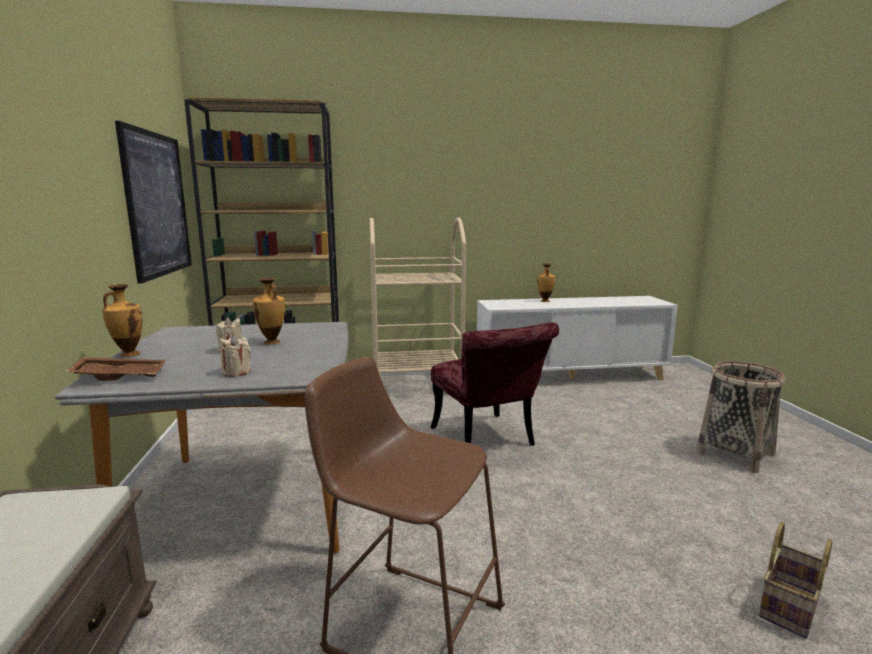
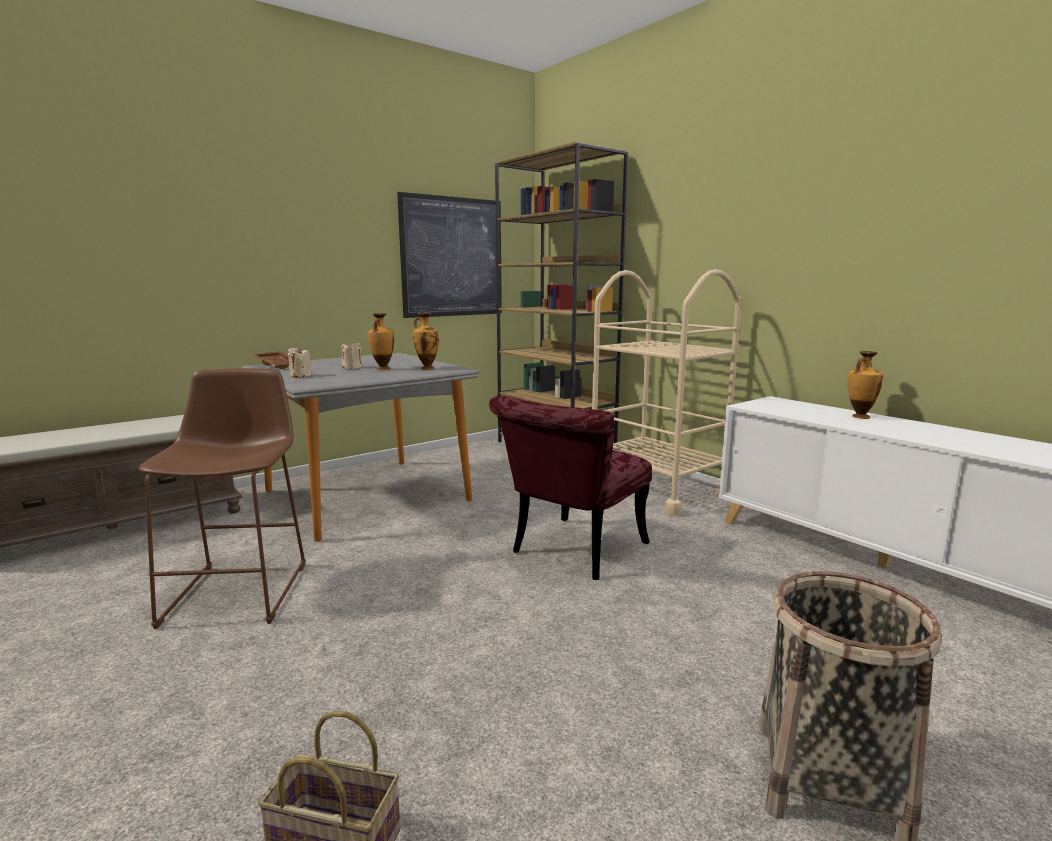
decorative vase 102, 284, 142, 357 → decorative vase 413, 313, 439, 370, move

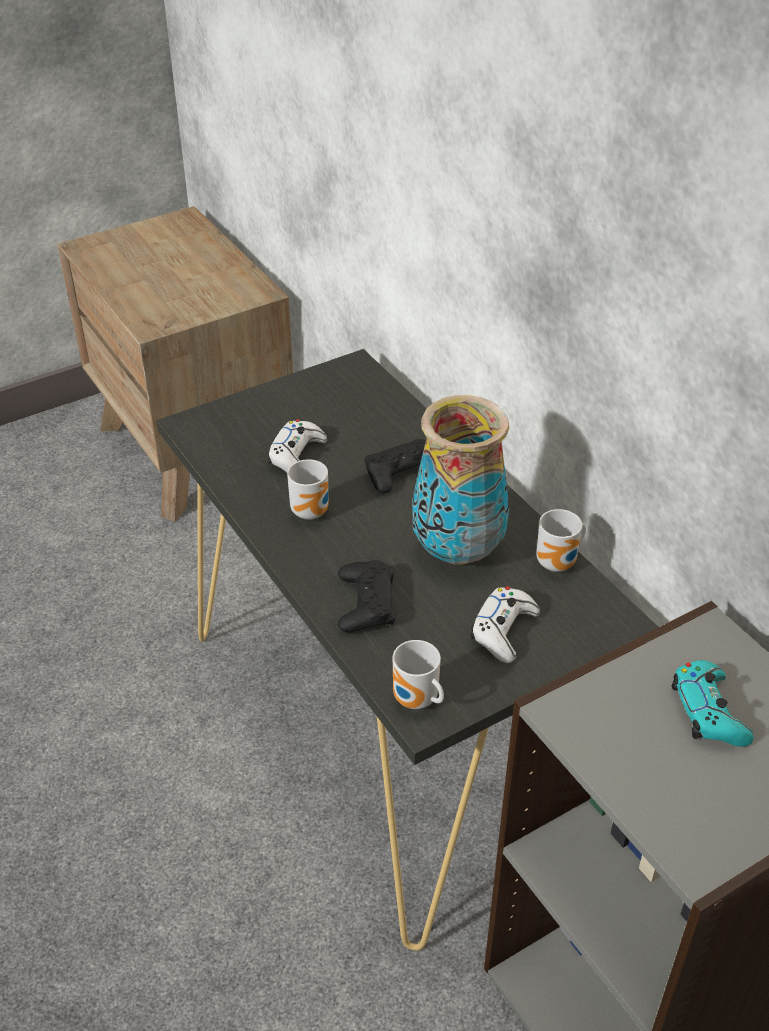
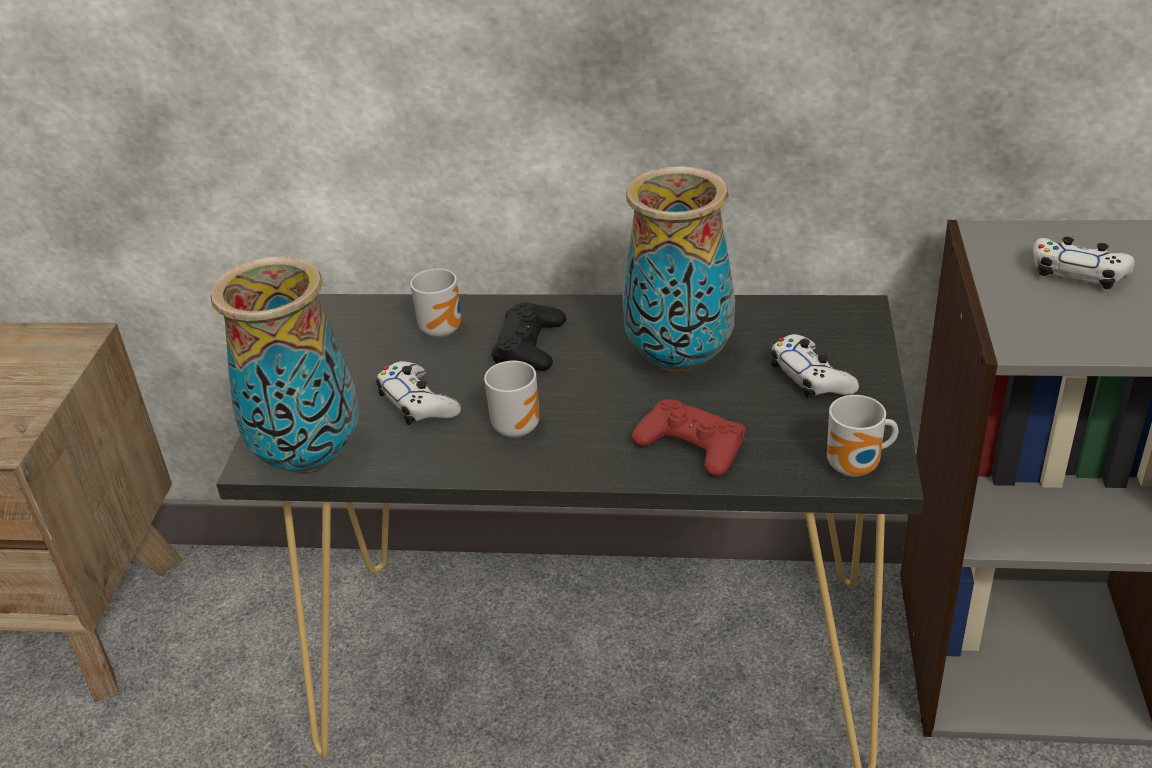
- → decorative vase 211, 256, 359, 474
tea mug 536, 509, 586, 572 → tea mug 410, 269, 461, 338, move
gamepad/black 338, 560, 396, 632 → gamepad/red-coloured 631, 399, 746, 476
gamepad/blue-green 671, 660, 753, 747 → gamepad/white 1033, 236, 1135, 289

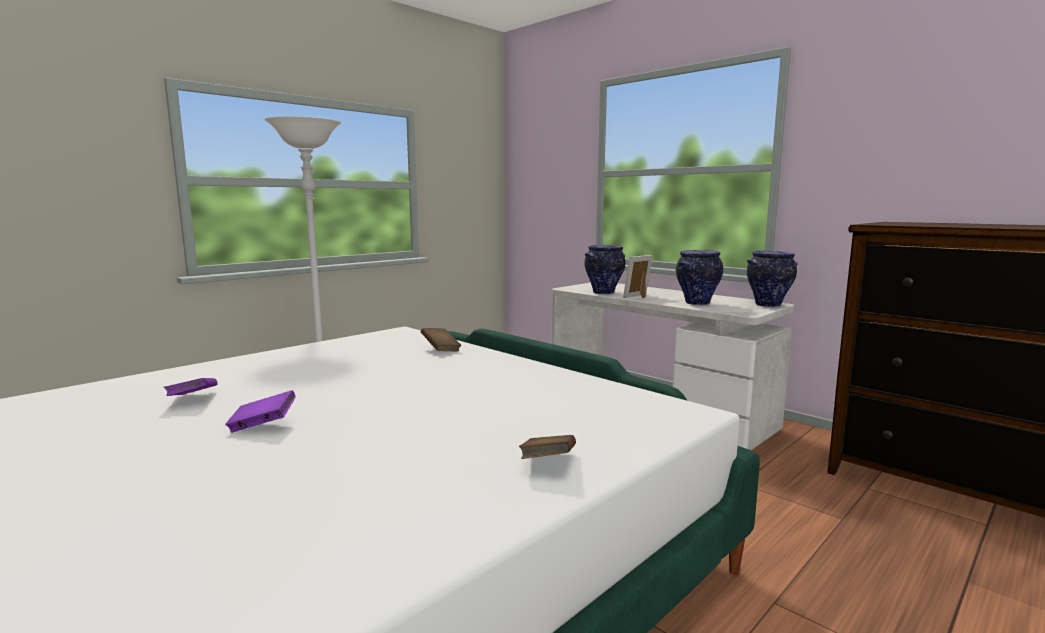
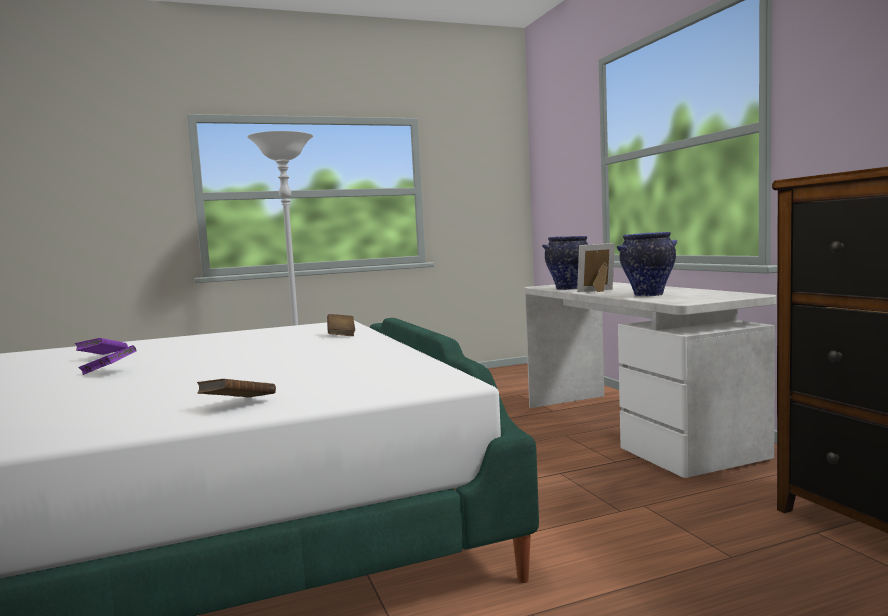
decorative vase 747, 251, 798, 307 → -

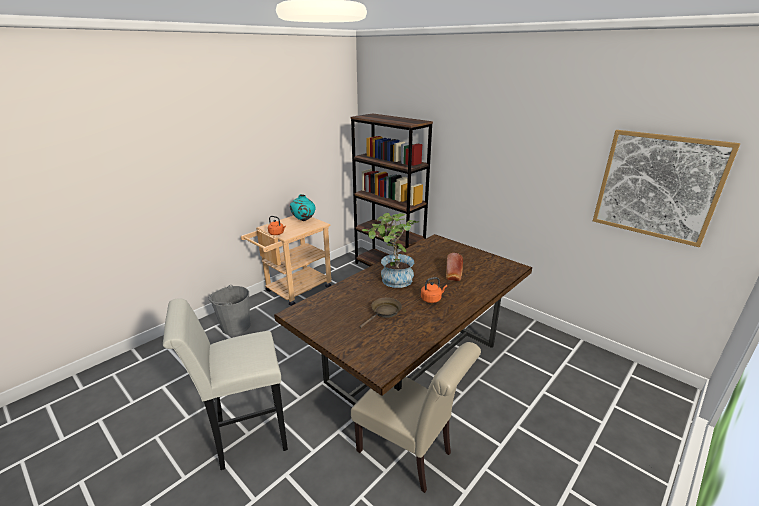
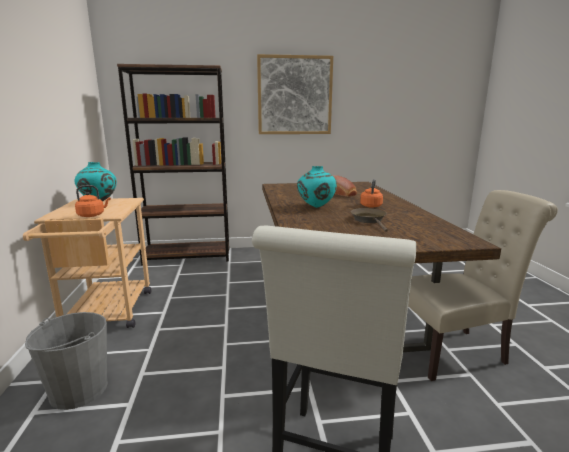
picture 593, 130, 741, 247 → picture 257, 54, 333, 134, move
houseplant 362, 213, 419, 288 → decorative vase/blue-green 297, 166, 337, 208

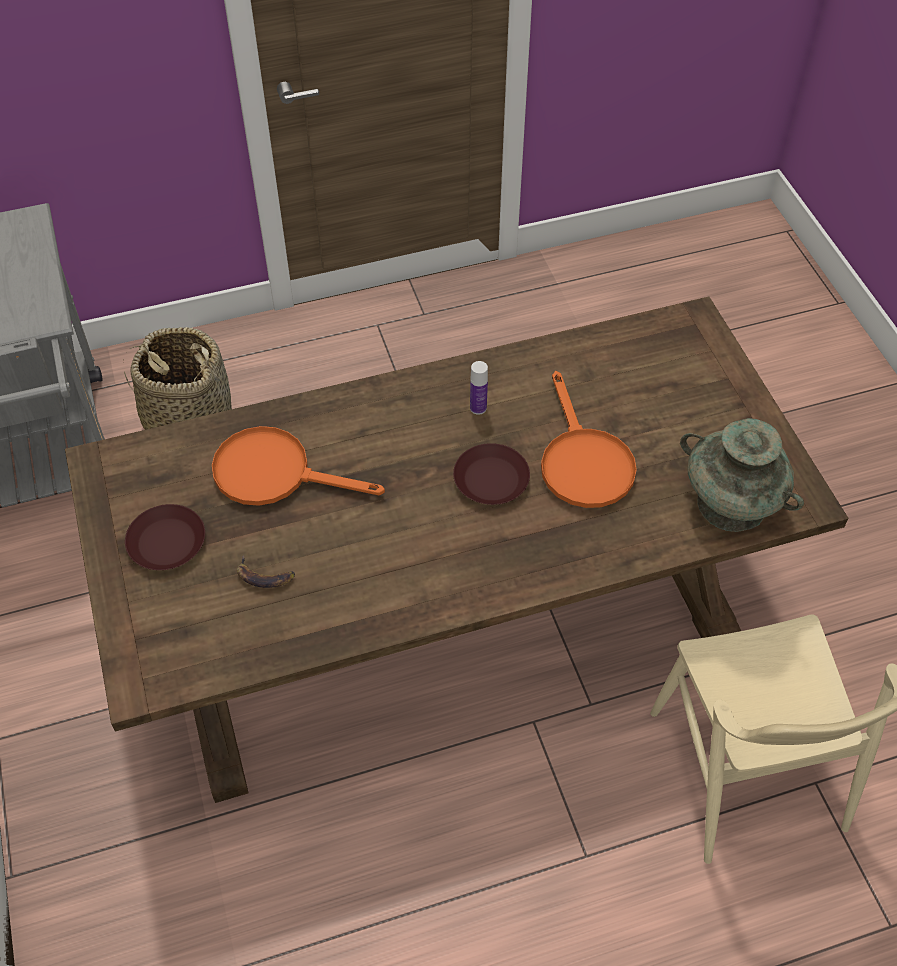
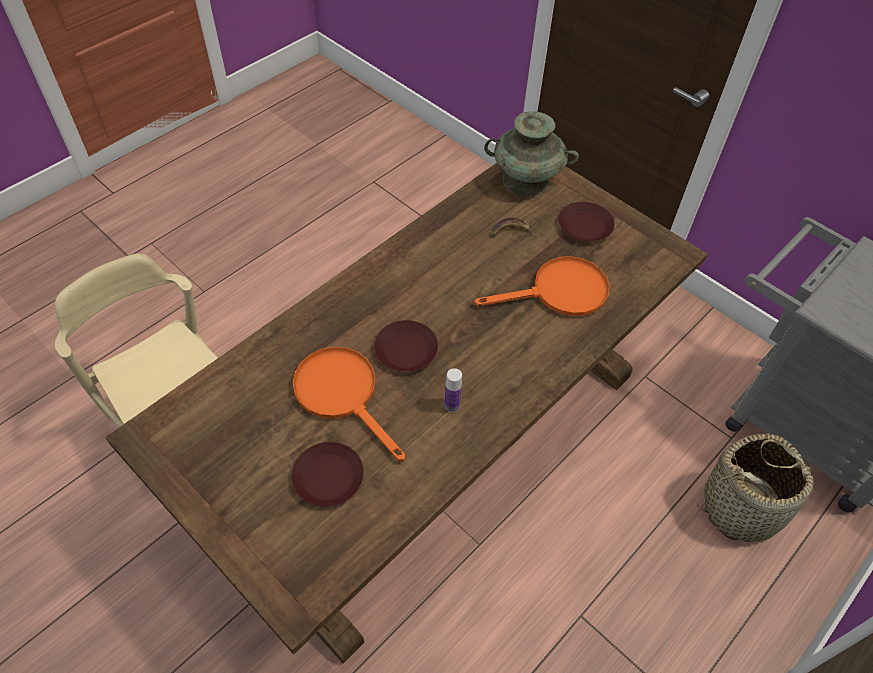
- → dinner plate/brown-coloured 292, 442, 364, 507
decorative vase/blue-green 680, 418, 804, 532 → decorative vase/blue-green 484, 111, 579, 197, move

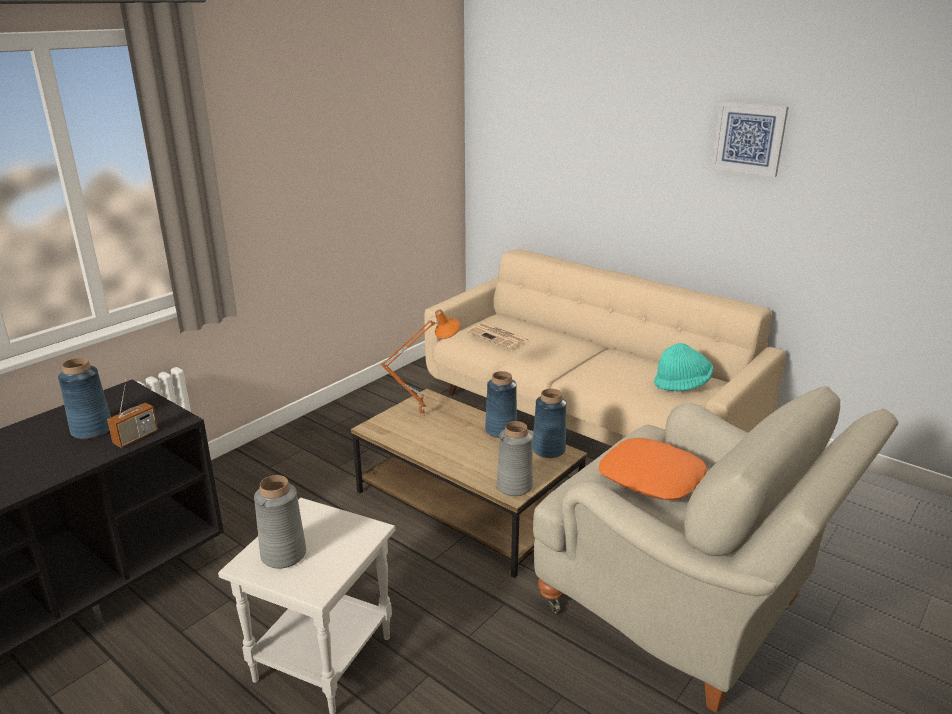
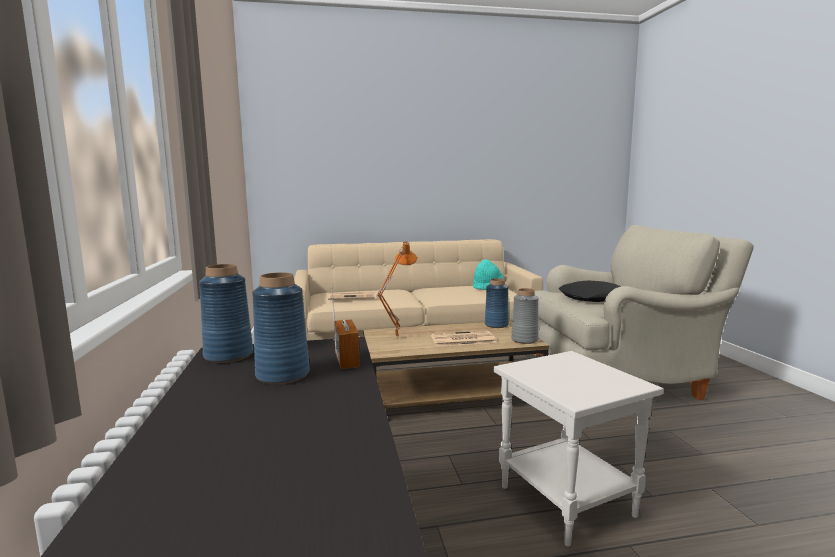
decorative vase/grey 254, 475, 306, 569 → -
picture 711, 101, 789, 177 → -
- → newspaper 431, 331, 496, 346
decorative vase/blue-coloured 485, 371, 517, 438 → decorative vase/blue-coloured 199, 264, 253, 363, move
pillow/orangey 599, 438, 707, 501 → pillow/black 559, 280, 621, 302

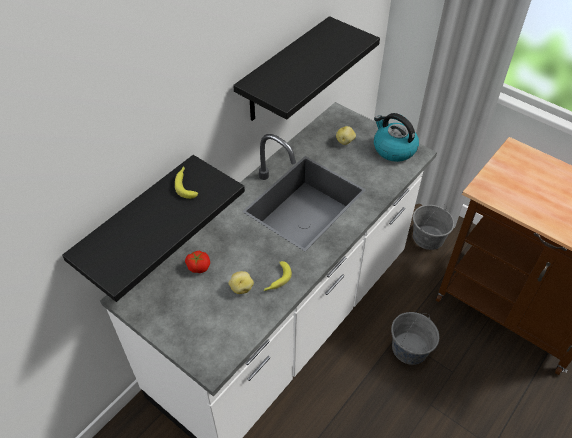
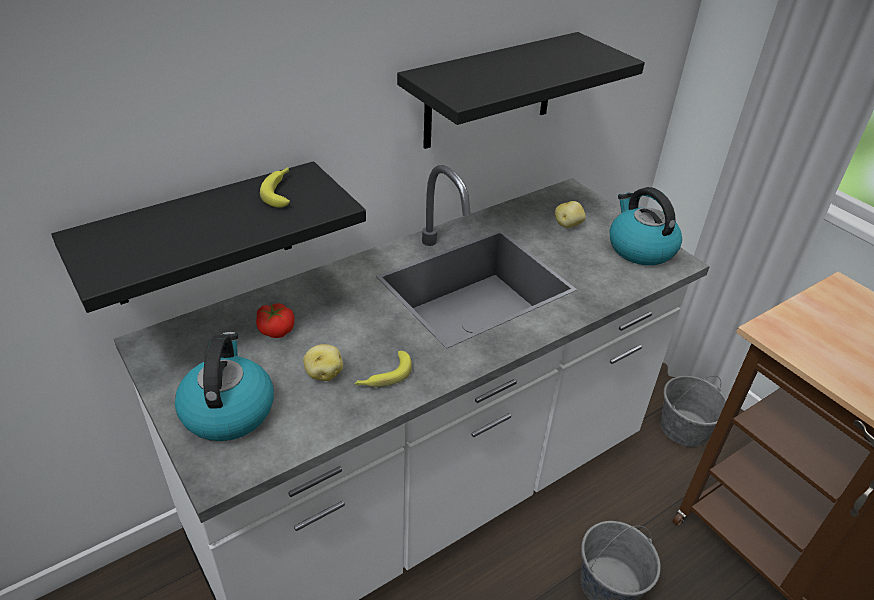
- → water kettle 175, 332, 274, 441

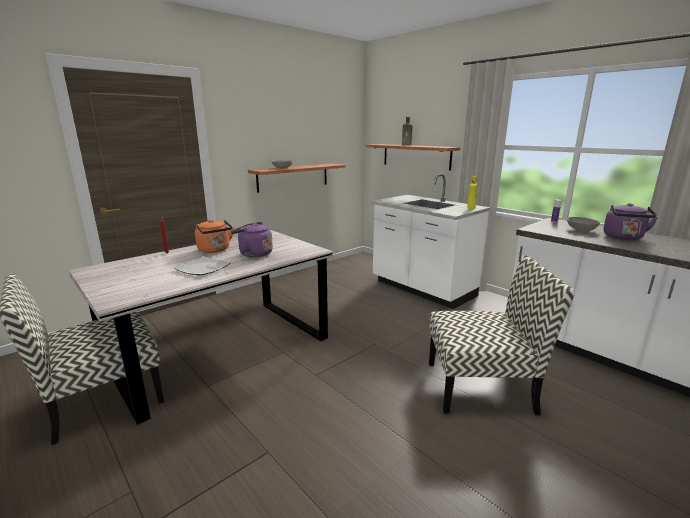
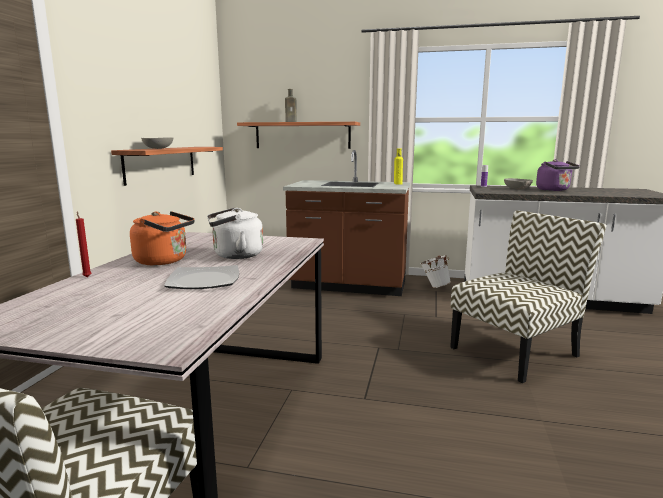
- → water bucket/white 420, 255, 451, 288
water kettle/purplish 231, 222, 273, 258 → water kettle/white 207, 208, 263, 259
counter/white 371, 174, 490, 309 → counter/brown-coloured 283, 150, 410, 296

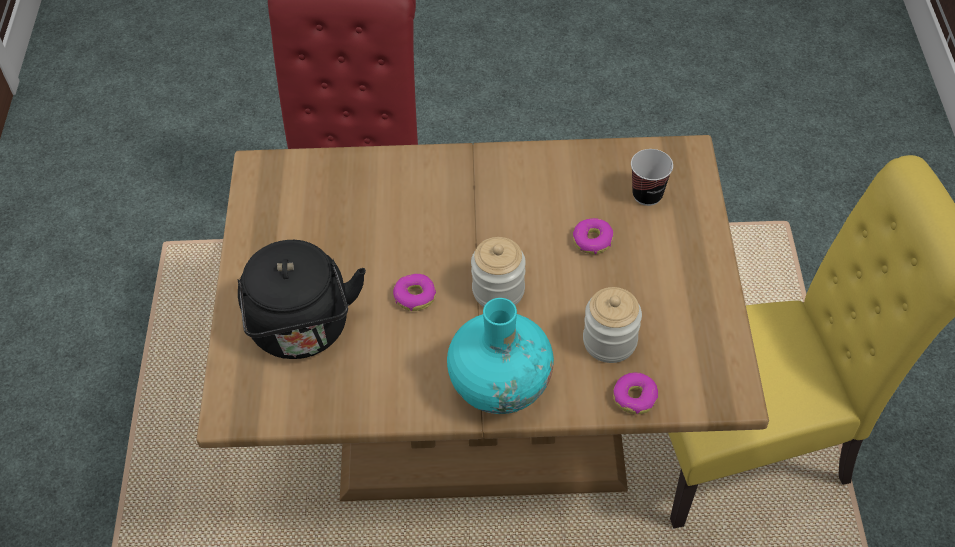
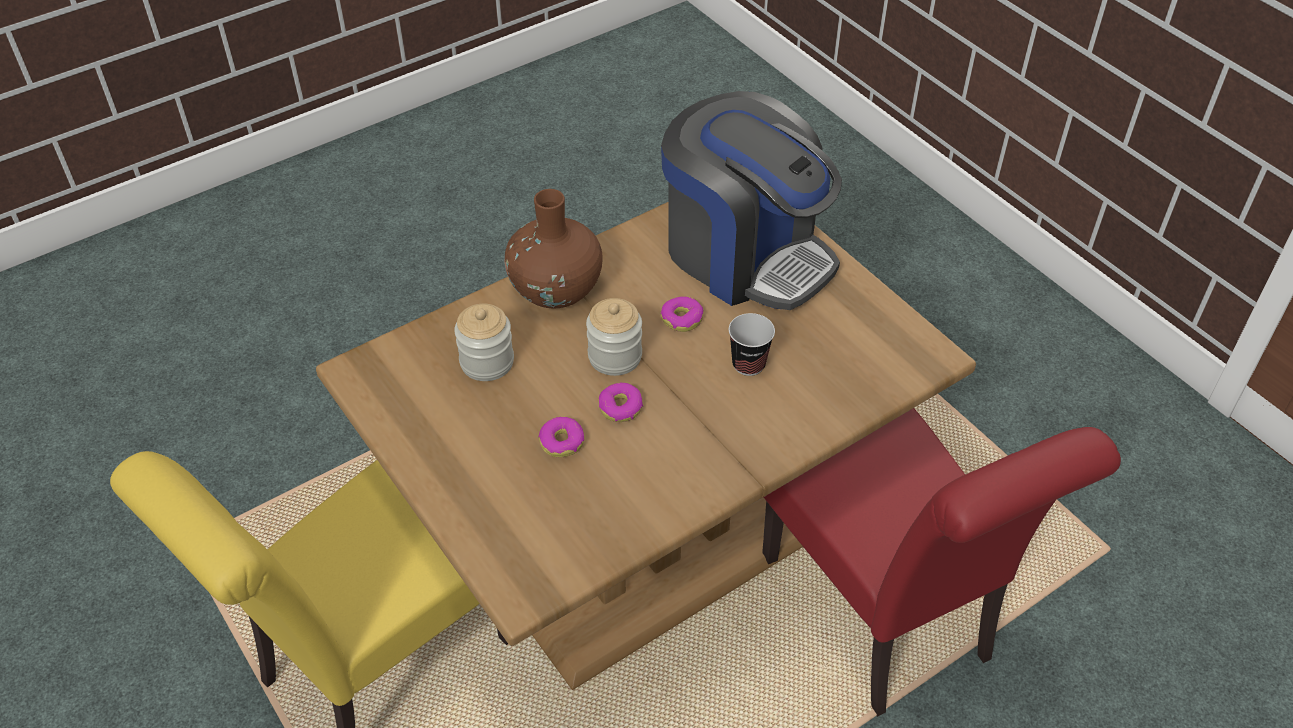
ring doughnut 613, 373, 658, 414 → ring doughnut 599, 383, 643, 422, move
drinking cup 631, 149, 673, 206 → drinking cup 729, 313, 775, 376, move
water kettle/black 237, 240, 366, 359 → coffee maker 661, 91, 842, 310
decorative vase/blue-green 447, 298, 554, 414 → decorative vase/brown-coloured 504, 189, 603, 308

